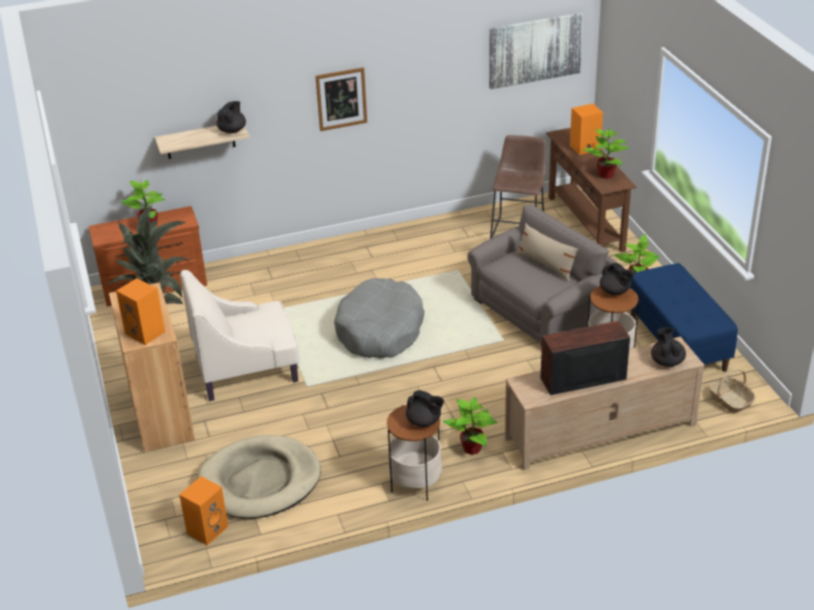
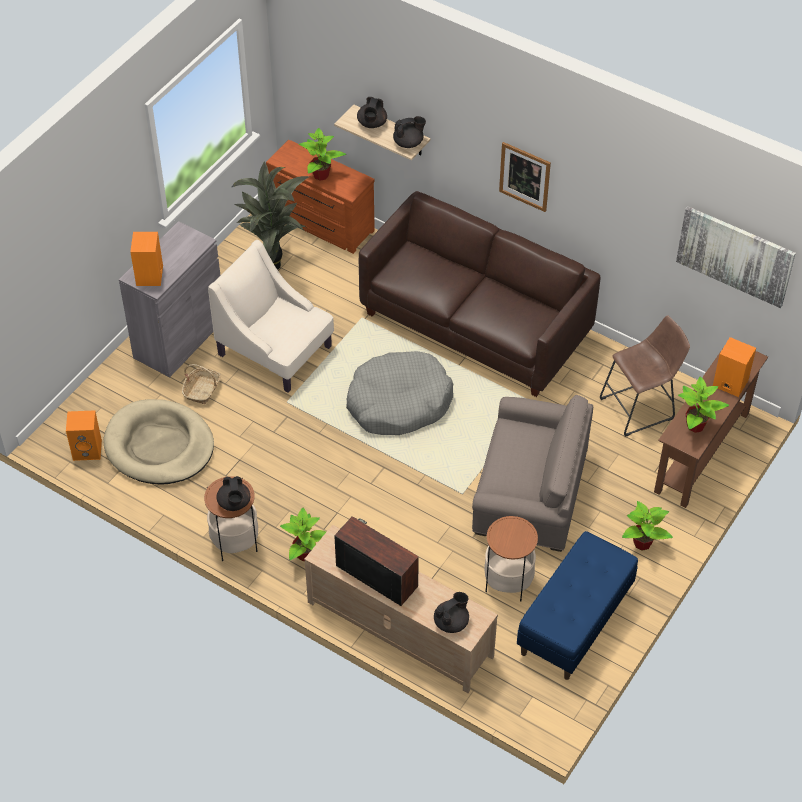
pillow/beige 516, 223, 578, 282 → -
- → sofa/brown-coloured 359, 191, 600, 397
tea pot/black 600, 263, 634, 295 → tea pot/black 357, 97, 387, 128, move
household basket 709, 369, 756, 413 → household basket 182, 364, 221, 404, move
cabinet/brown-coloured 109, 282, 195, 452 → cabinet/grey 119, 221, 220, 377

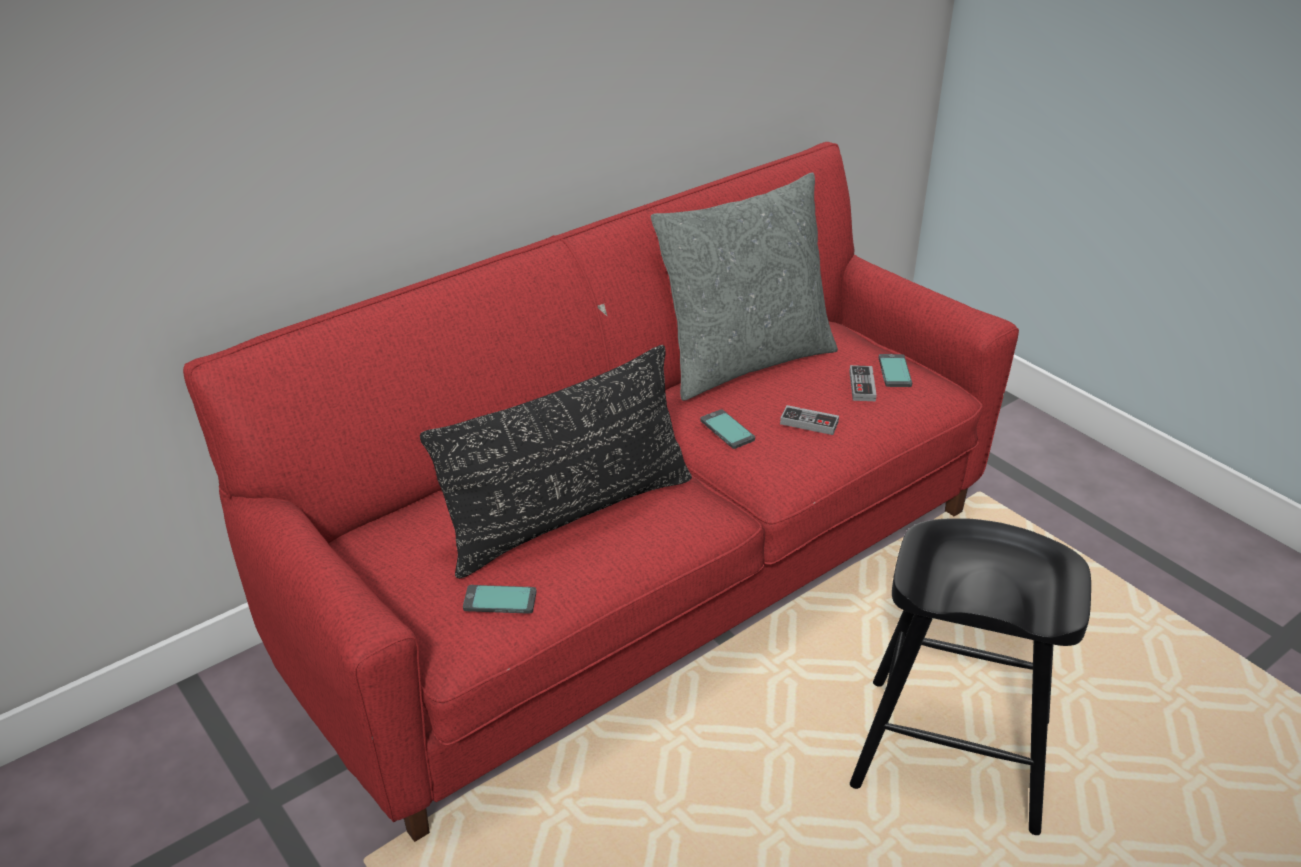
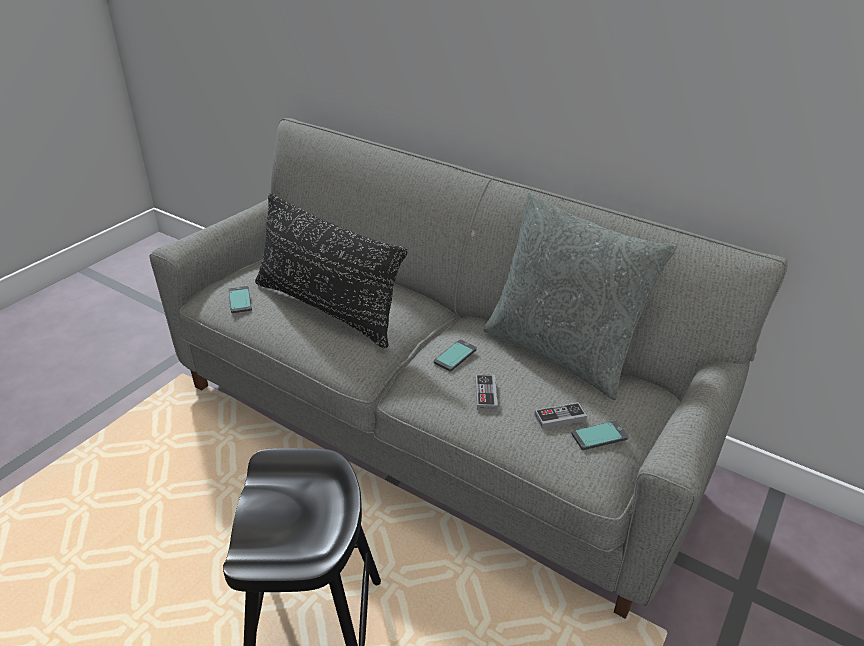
sofa/red-coloured 183, 142, 1019, 842 → sofa/grey 149, 118, 788, 619

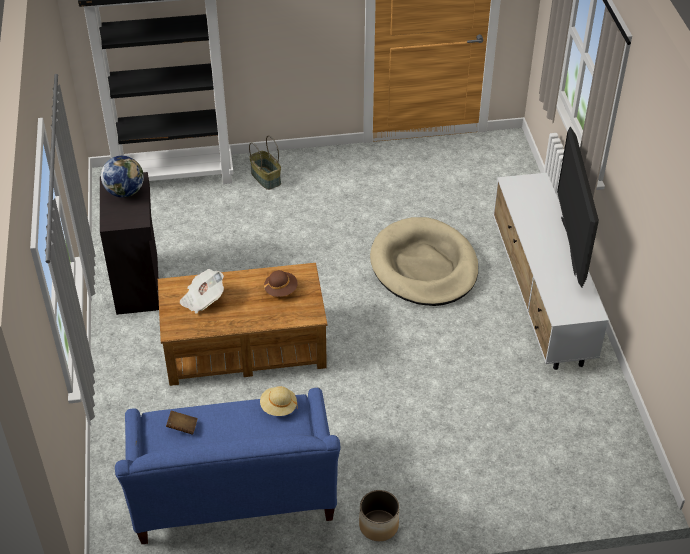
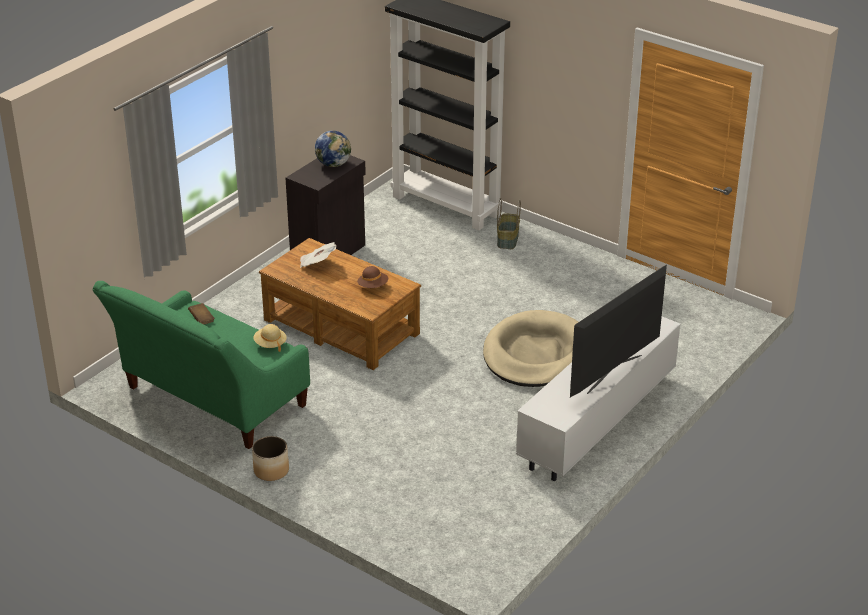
sofa/blue-coloured 115, 388, 341, 544 → sofa/greenish 93, 281, 310, 449

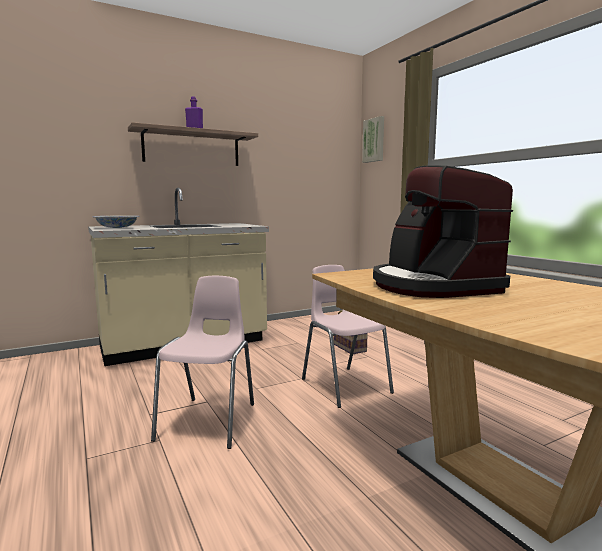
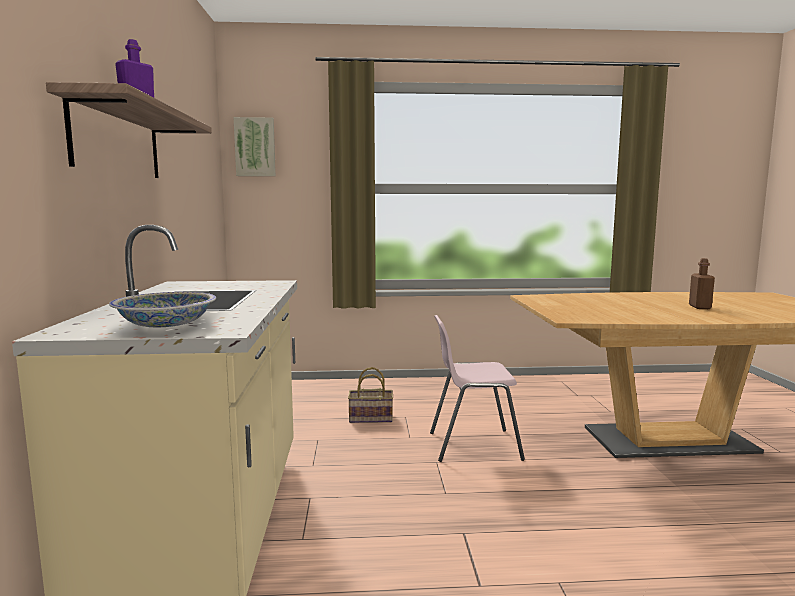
plain chair/pinkish 151, 276, 254, 449 → -
coffee maker 373, 165, 513, 298 → -
- → beverage bottle/brown-coloured 689, 258, 715, 309

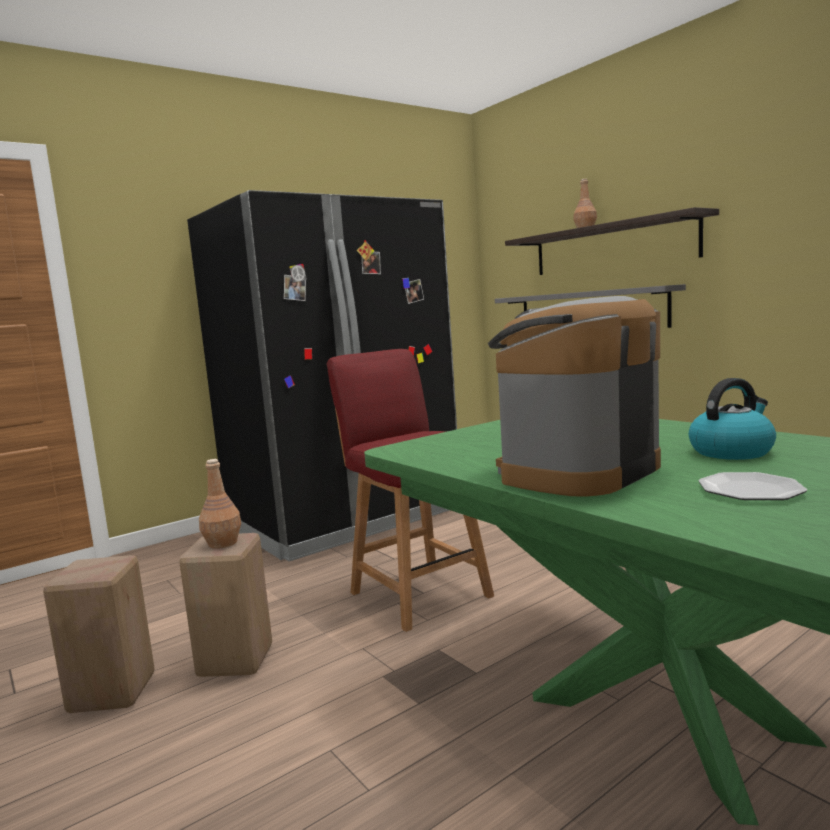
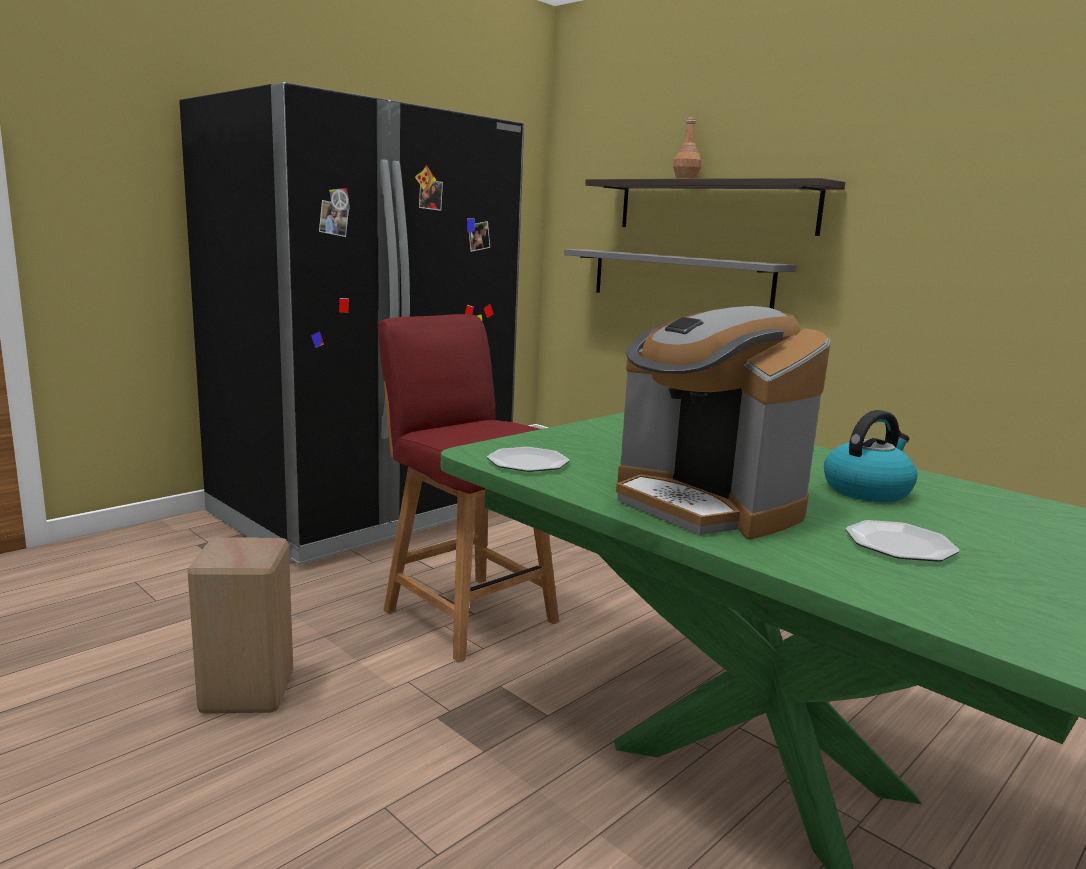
stool seat/beige 43, 555, 155, 713 → -
beverage bottle/brown-coloured 199, 459, 241, 549 → -
- → dinner plate 487, 447, 569, 472
coffee maker 488, 296, 661, 497 → coffee maker 616, 306, 831, 540, 75 degrees counterclockwise

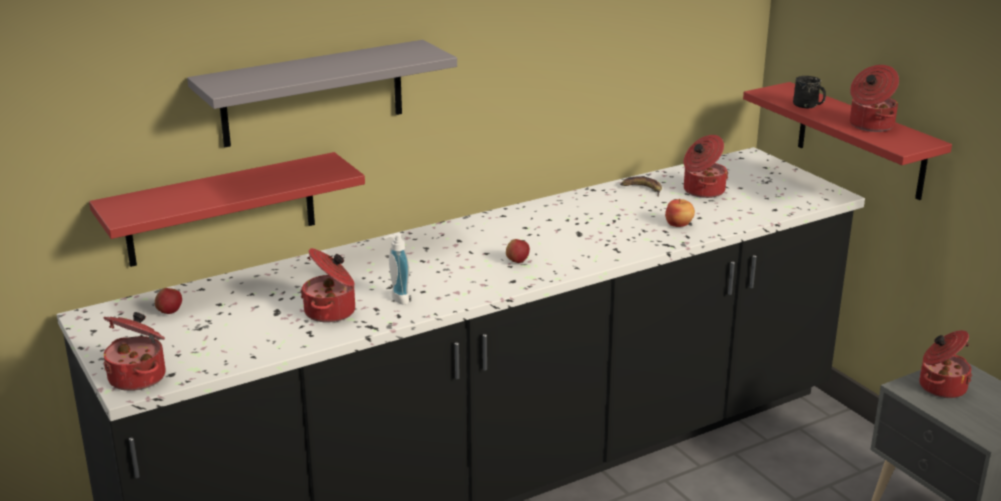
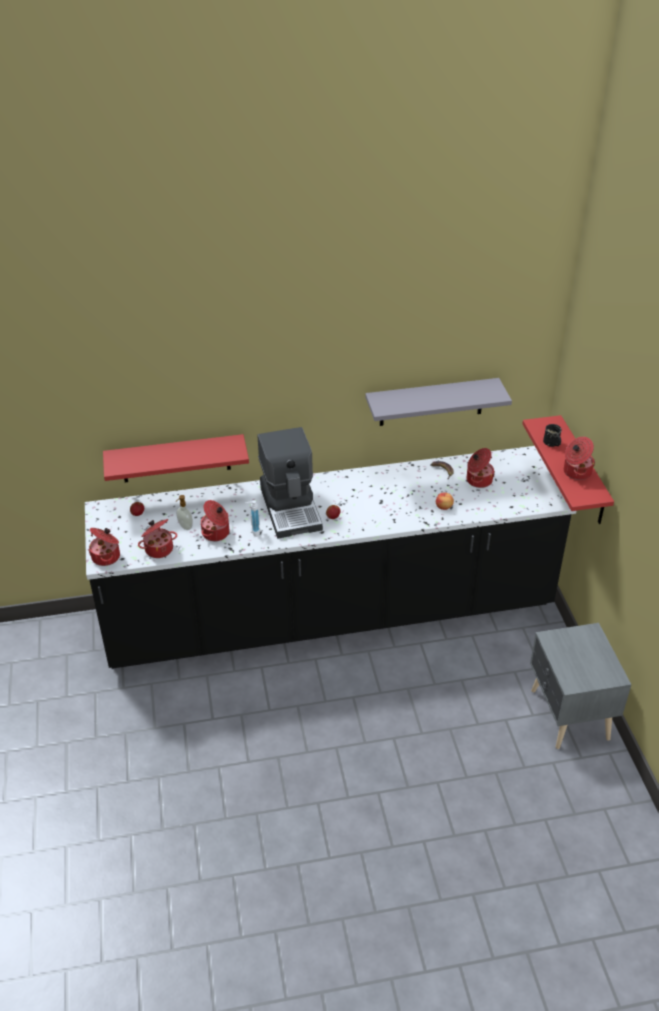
- → soap bottle 176, 495, 193, 530
- → coffee maker 258, 427, 323, 538
wall shelf/grey 187, 40, 457, 147 → wall shelf/grey 365, 378, 512, 426, move
saucepot 919, 330, 972, 398 → saucepot 138, 519, 177, 558, move

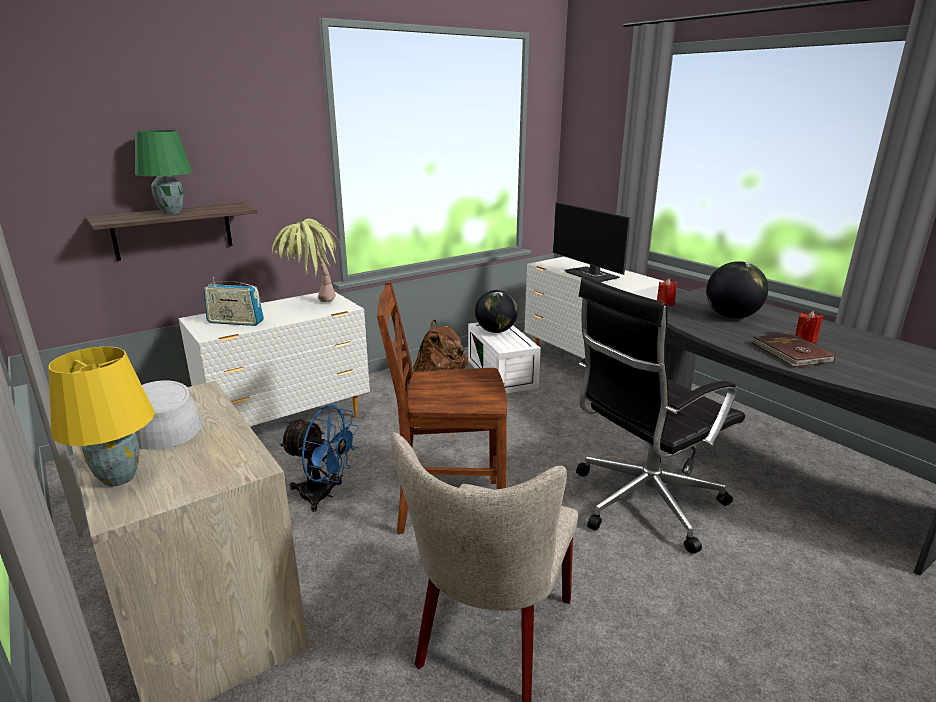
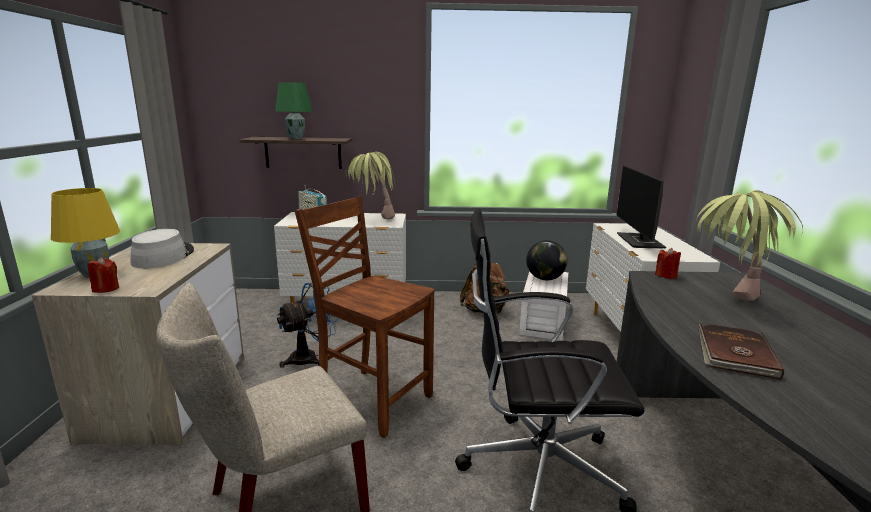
wax candle/red-coloured 795, 311, 823, 344 → wax candle/red-coloured 87, 257, 119, 293, move
globe 706, 261, 768, 319 → houseplant 696, 190, 803, 301
electric fan/blue-coloured 279, 405, 359, 512 → electric fan/blue-coloured 277, 283, 338, 368, 90 degrees counterclockwise

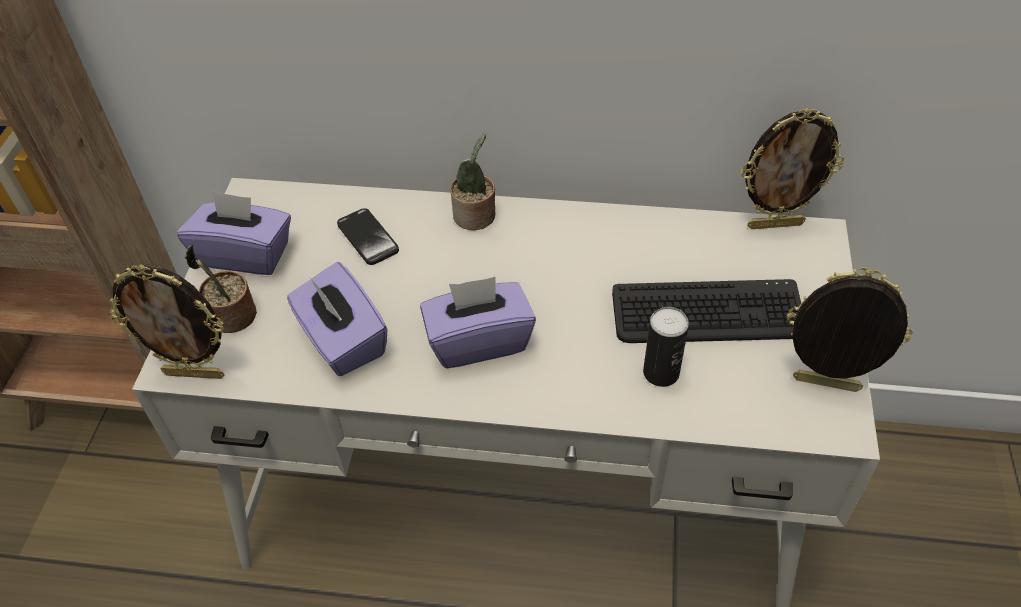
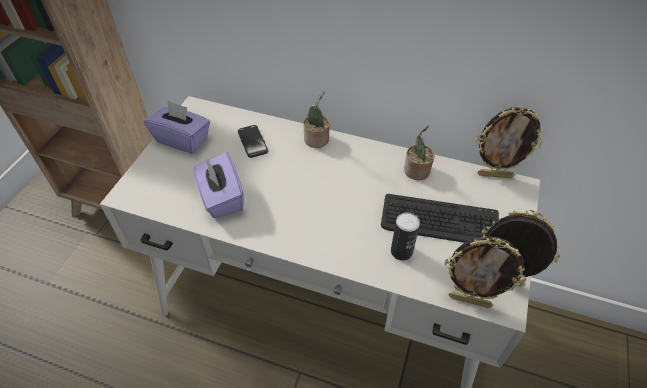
tissue holder/purplish 420, 277, 536, 368 → -
standing frame 108, 264, 225, 379 → standing frame 444, 236, 527, 308, move
houseplant 185, 245, 257, 333 → houseplant 404, 125, 435, 180, move

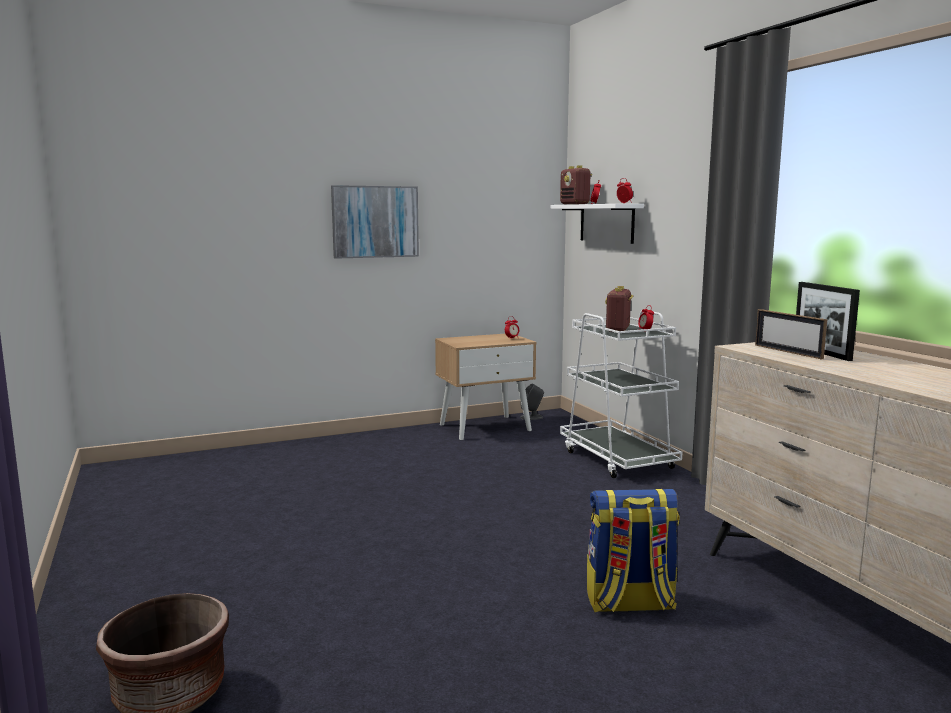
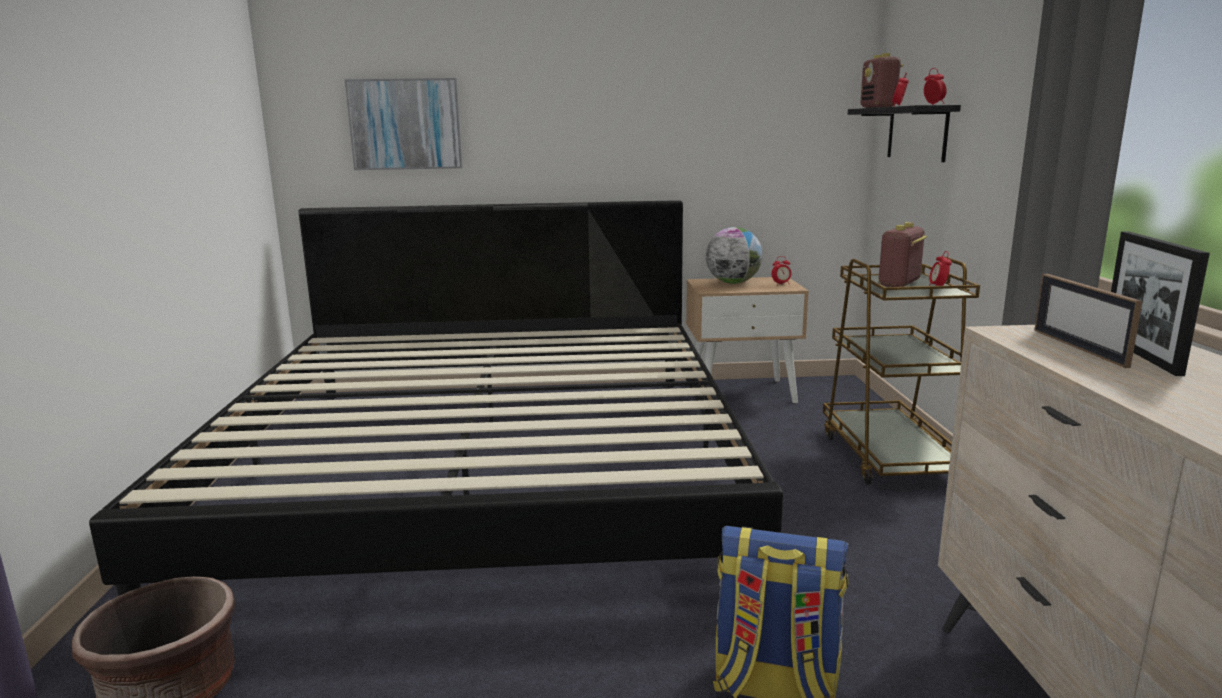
speaker/grey 520, 384, 544, 420 → -
- → bedroom bed 89, 200, 783, 596
- → globe 706, 227, 763, 284
picture 331, 185, 419, 259 → picture 345, 78, 462, 170, move
wall shelf/white 550, 204, 644, 244 → wall shelf/black 848, 105, 961, 162
cart/white 560, 310, 683, 478 → cart/brown-coloured 823, 256, 980, 485

